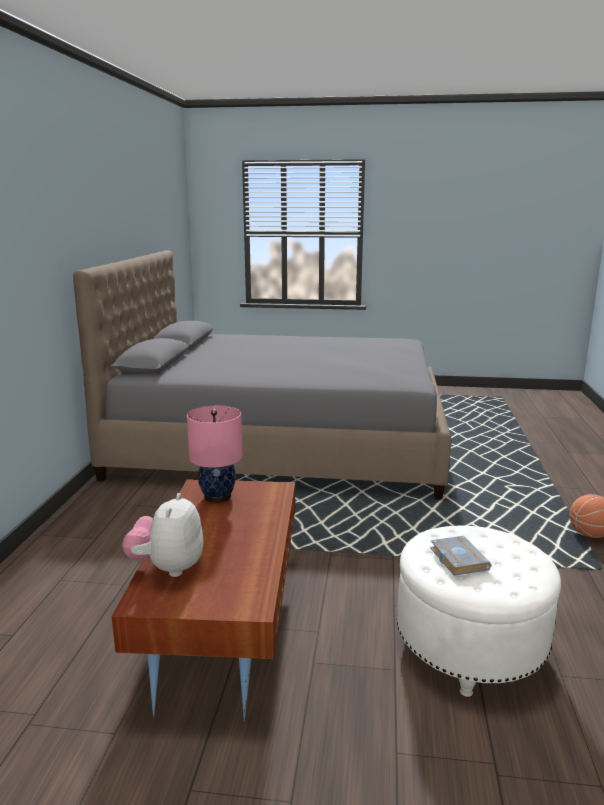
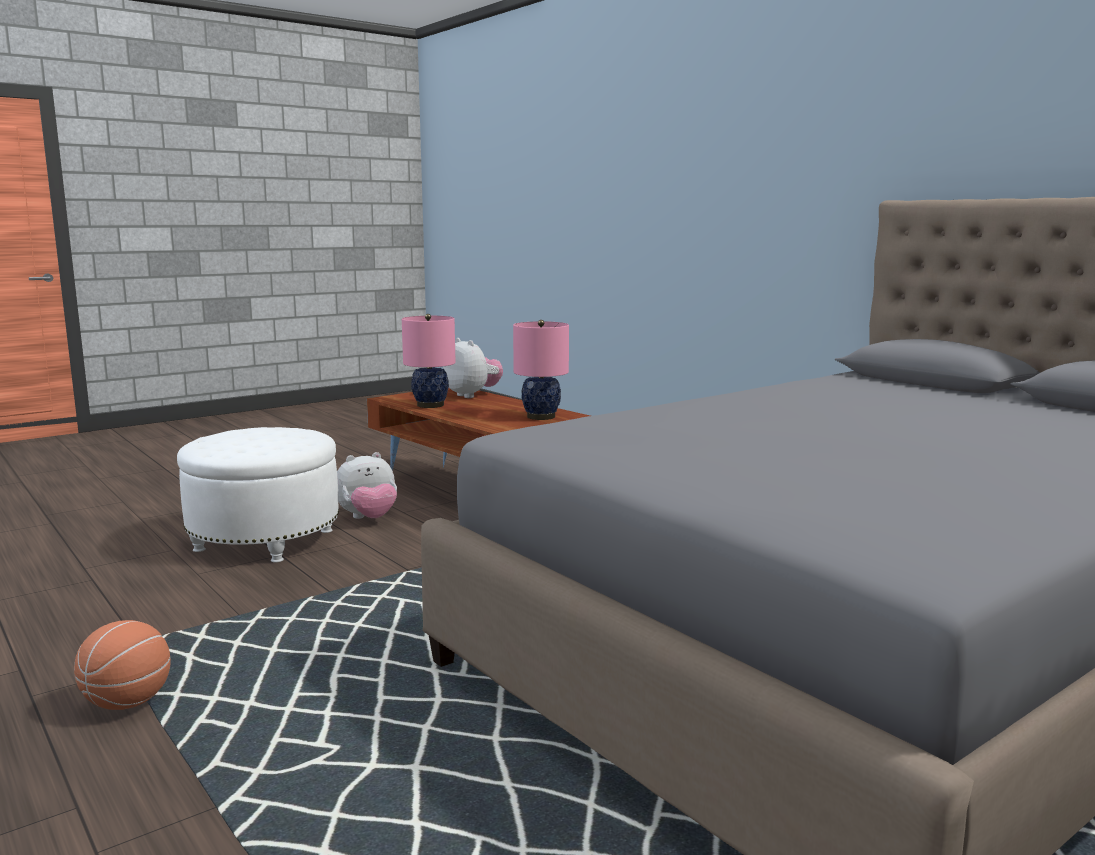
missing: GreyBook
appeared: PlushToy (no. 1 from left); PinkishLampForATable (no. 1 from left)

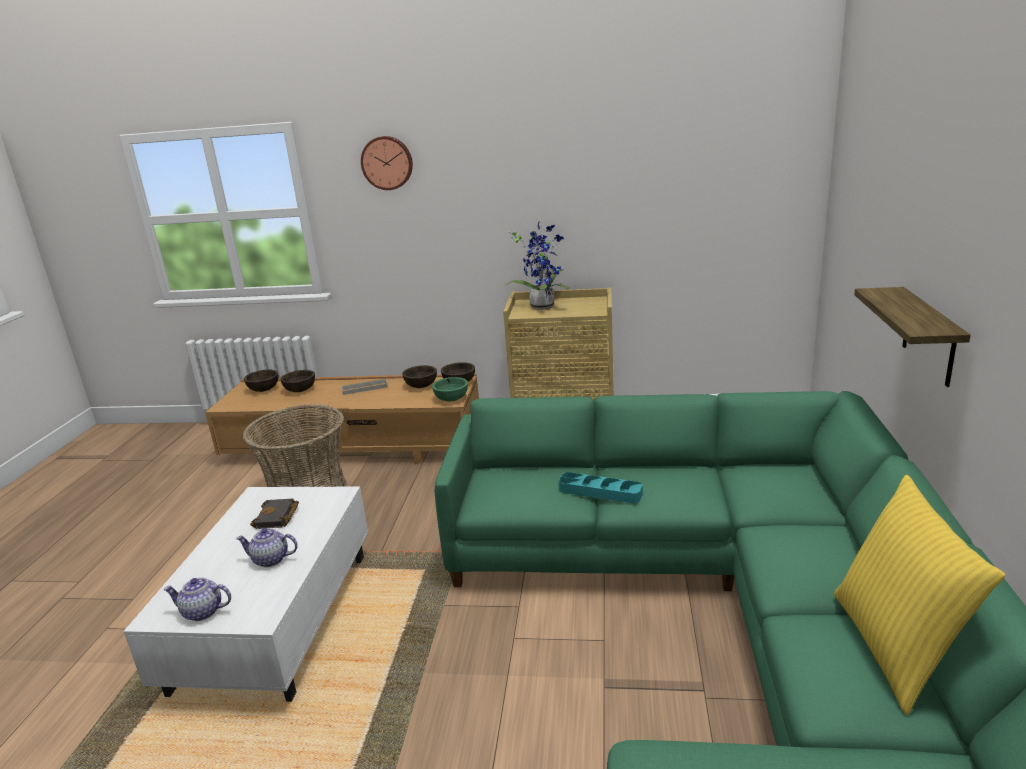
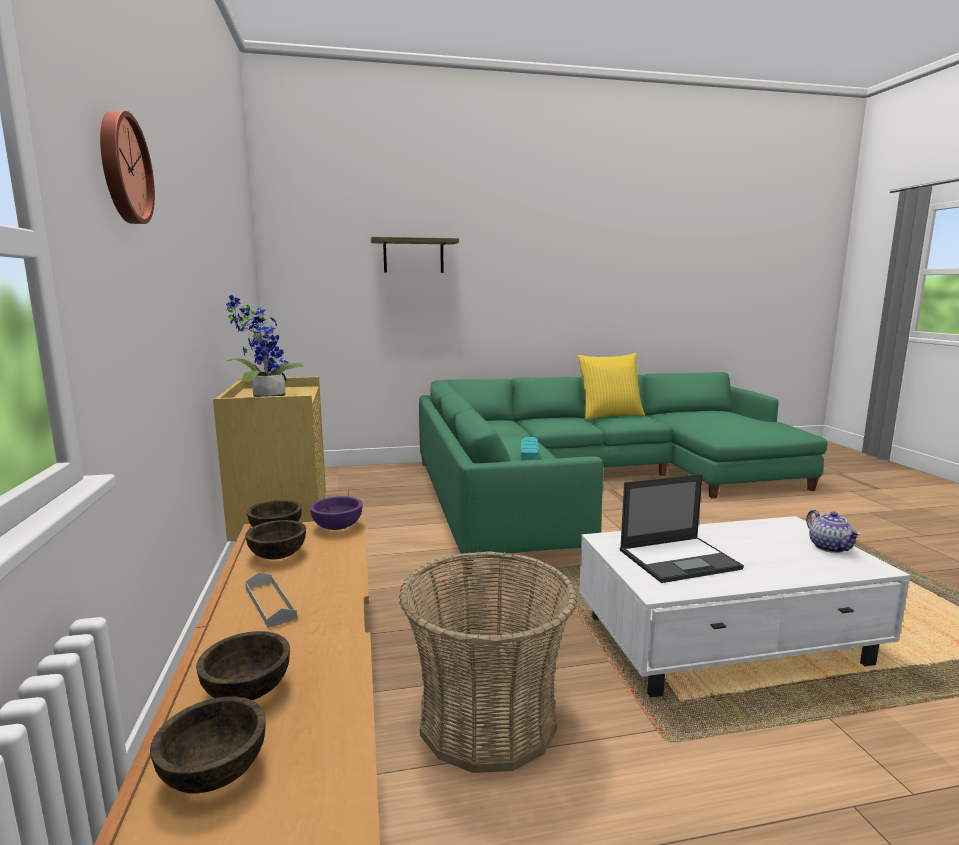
missing: PotForTea (no. 2 from left)
relocated: BracketShelf
exchanged: BlackBook to Laptop
colour: GreenishDeepDish to PurpleDeepDish

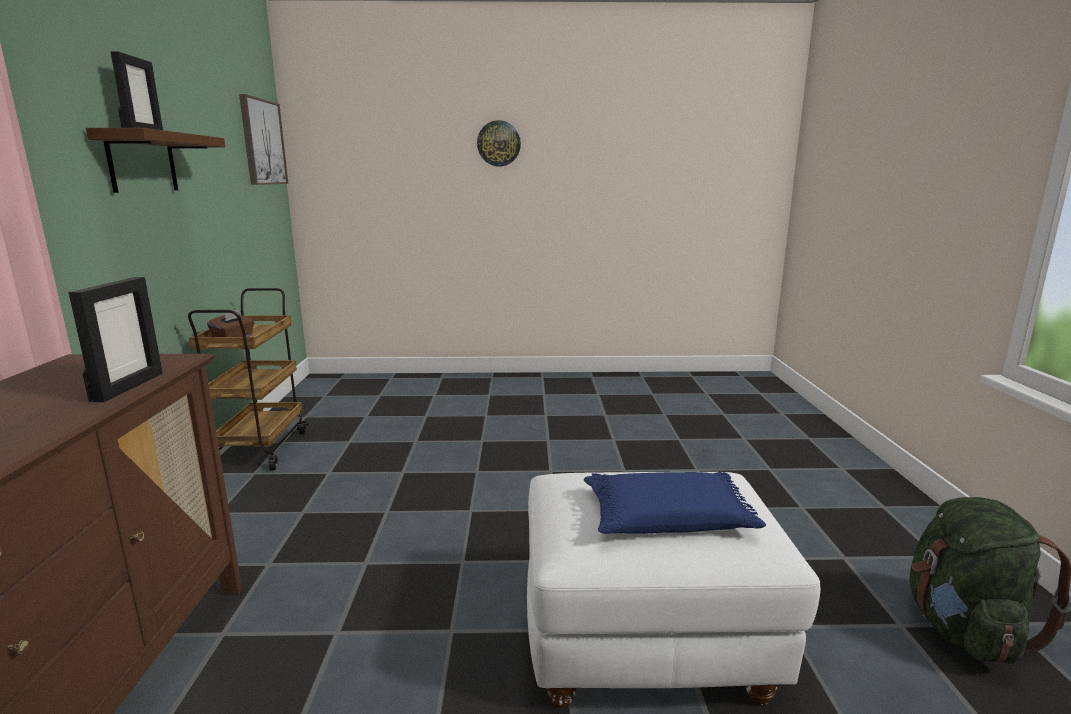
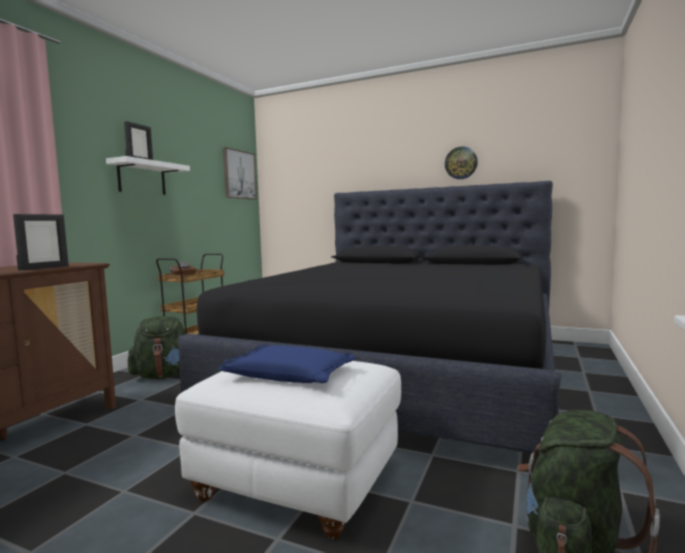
appeared: GreenishRucksack (no. 1 from left); BlackSleepingBed
relocated: ClockOnTheWall
colour: BrownBracketShelf to WhitishBracketShelf

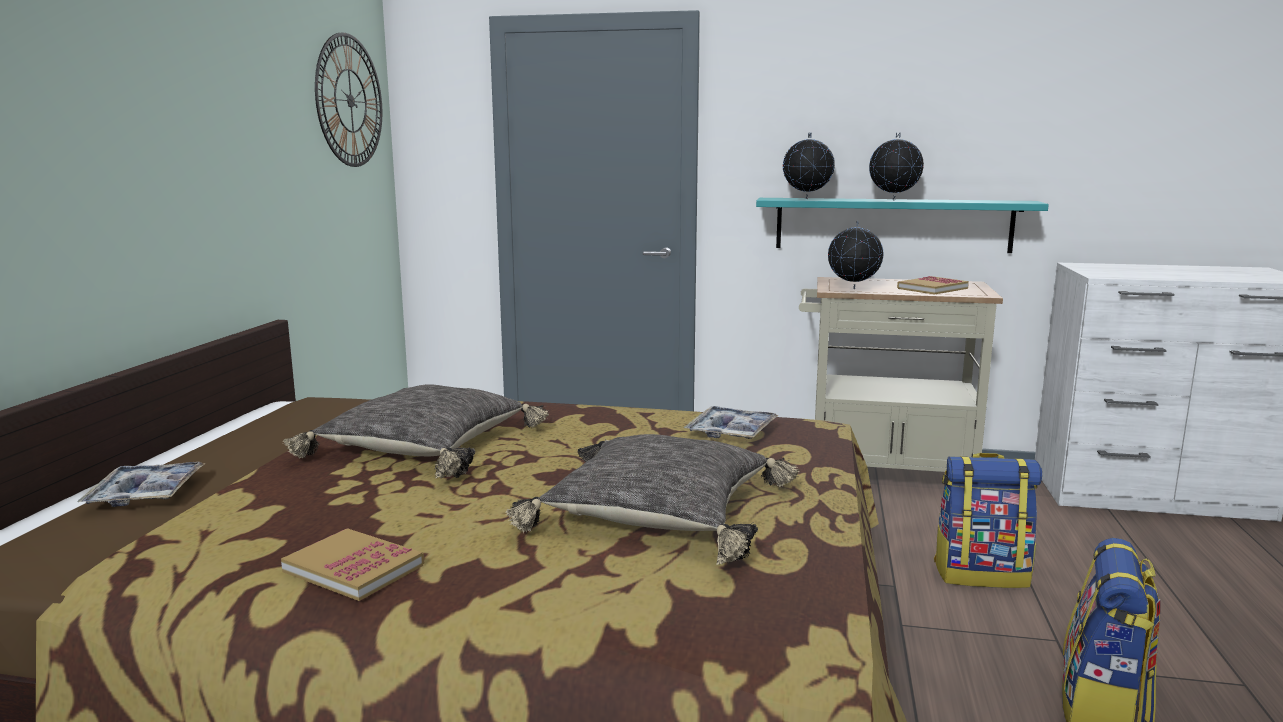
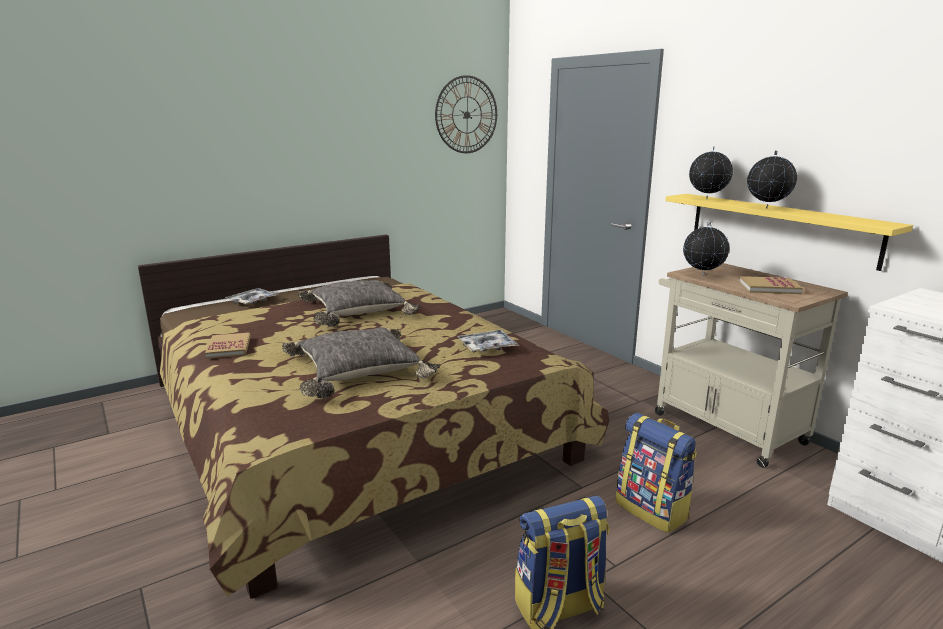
colour: TurquoiseColouredBracketShelf to YellowBracketShelf

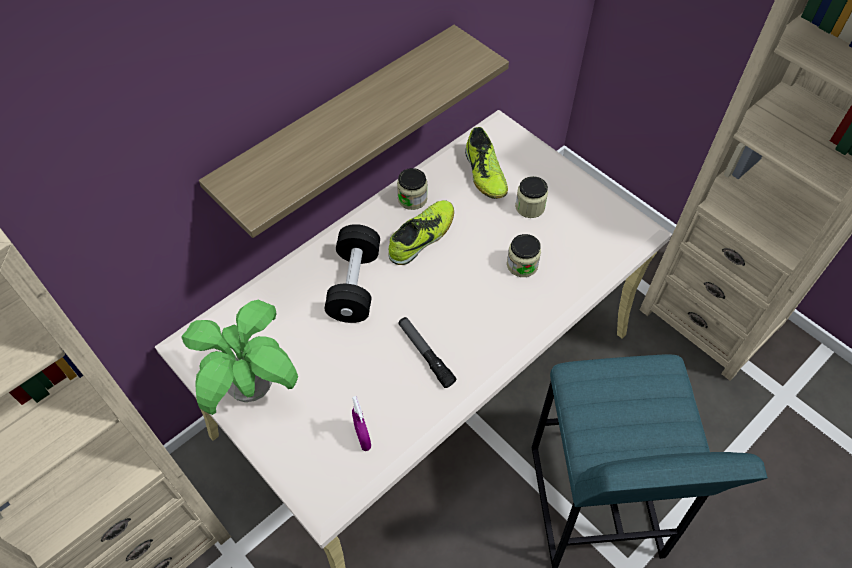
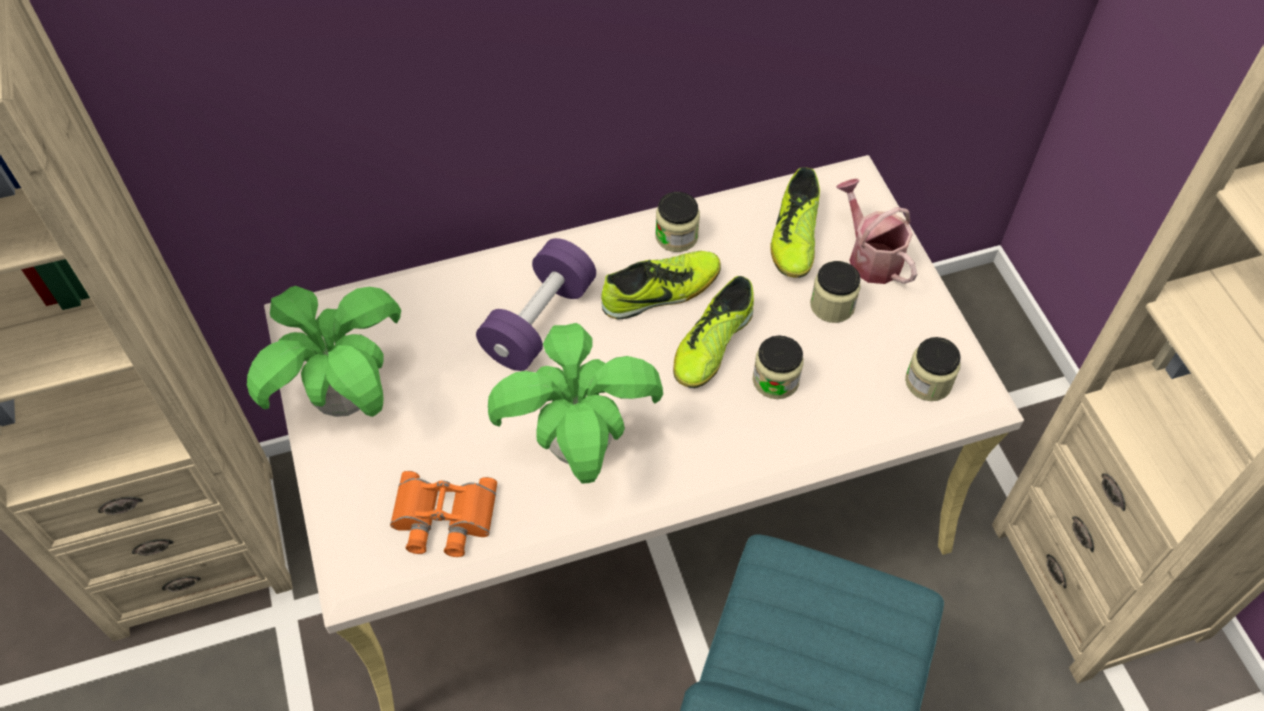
missing: BracketShelf
appeared: Shoe (no. 2 from left); WateringPot; StorageJar (no. 4 from left)
exchanged: PurpleHandSprayer to OrangeyFieldGlasses; HandTorch to PlantInAPot (no. 2 from left)
colour: BlackFreeWeight to PurpleFreeWeight

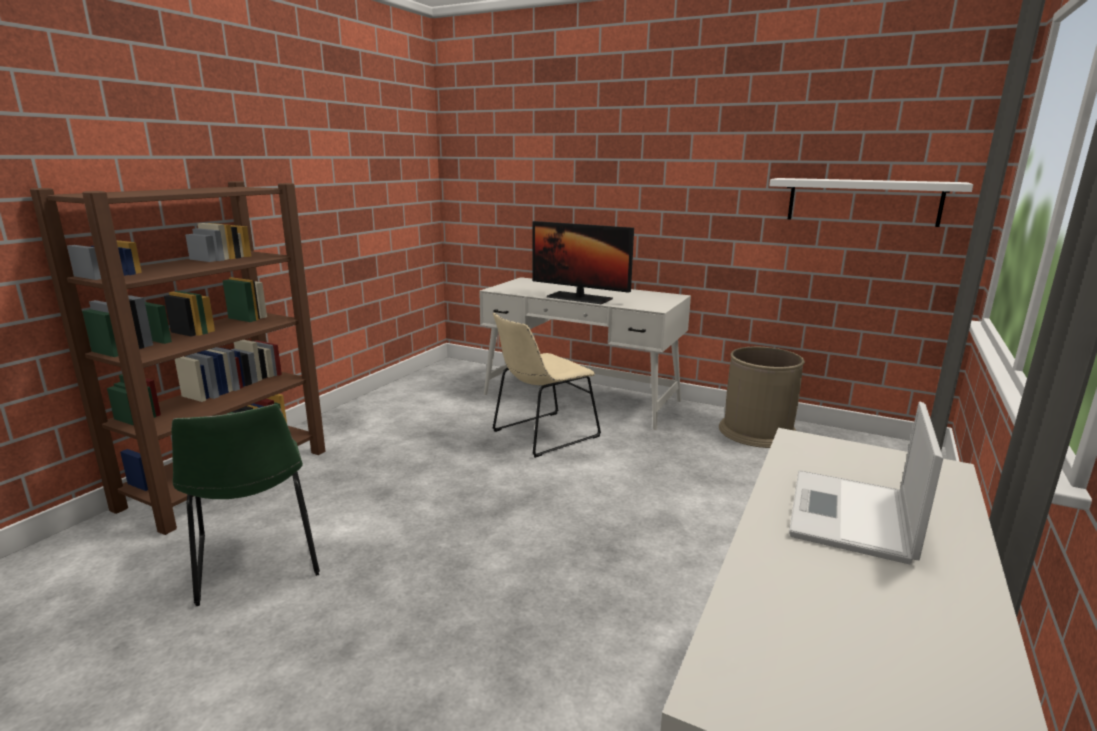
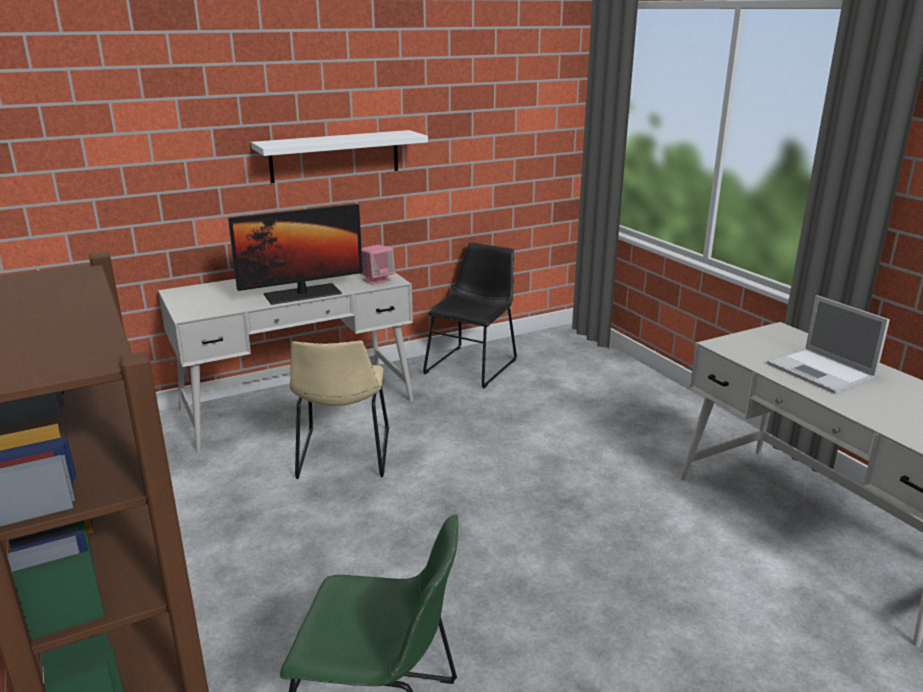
appeared: PinkishSpeaker
relocated: WhitishBracketShelf
exchanged: BrownWasteBin to BlackPlainChair

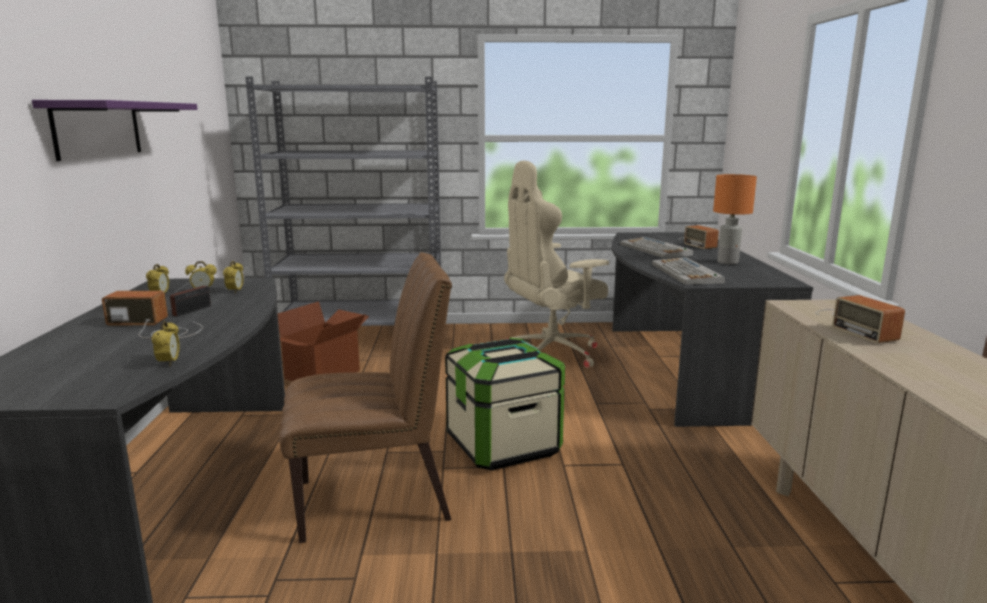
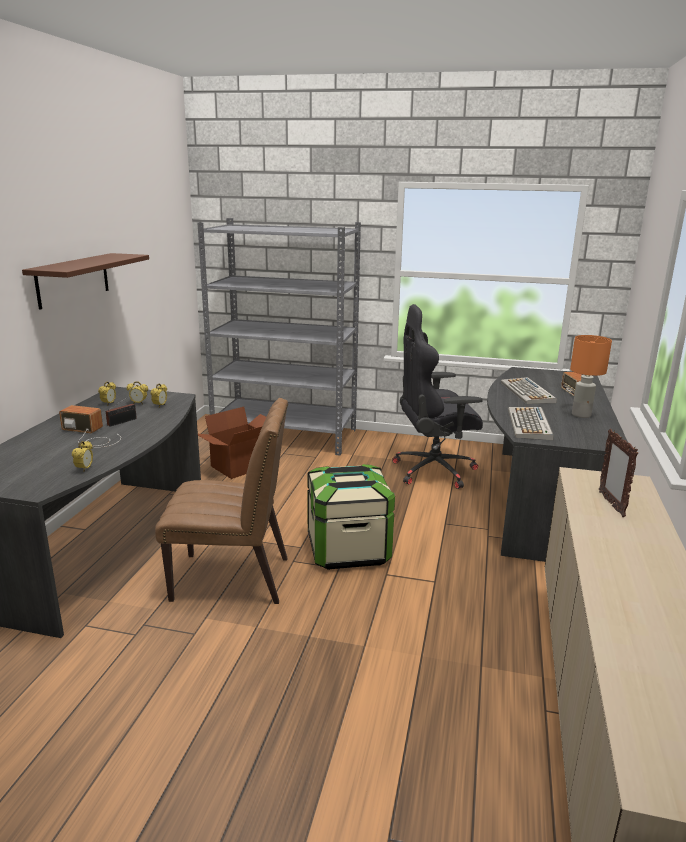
exchanged: RadioSet (no. 4 from left) to StandingFrame
colour: PurpleBracketShelf to BrownBracketShelf; SandColouredOfficeChair to BlackOfficeChair

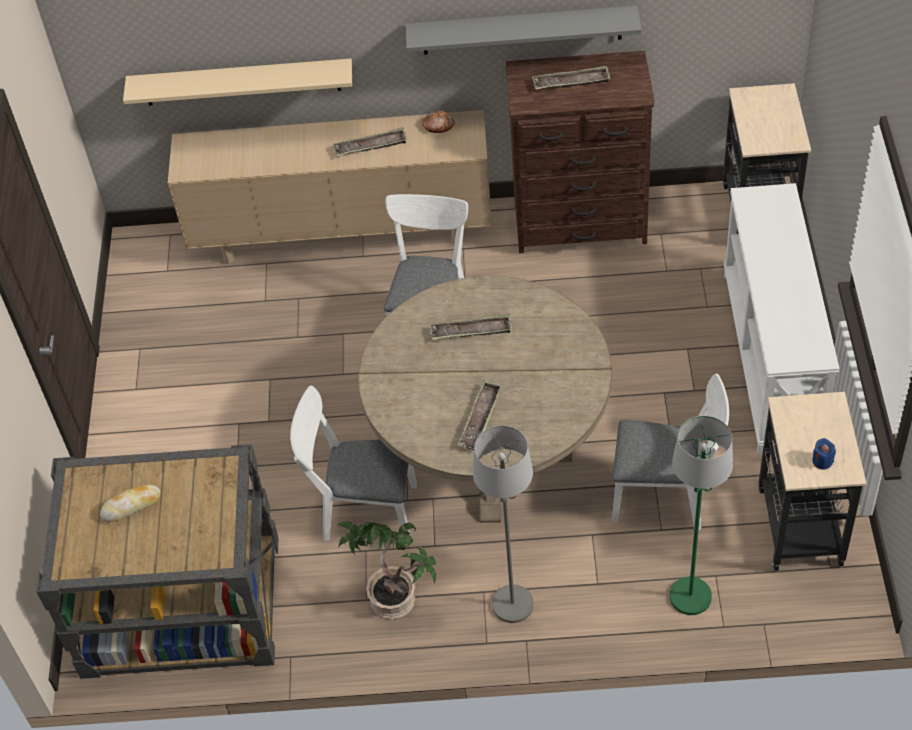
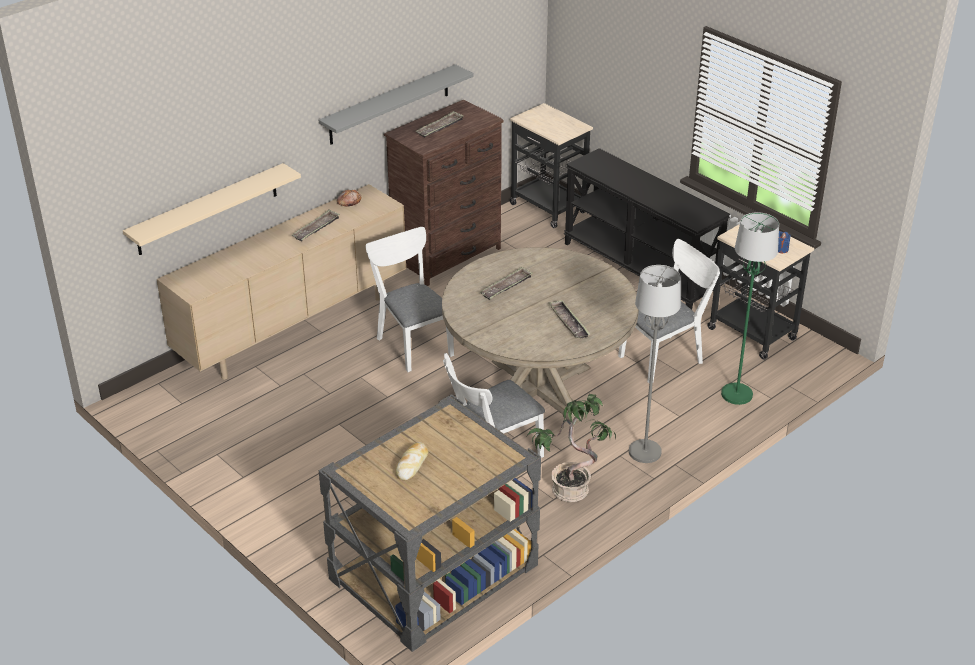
colour: WhitishConsoleTable to BlackConsoleTable

